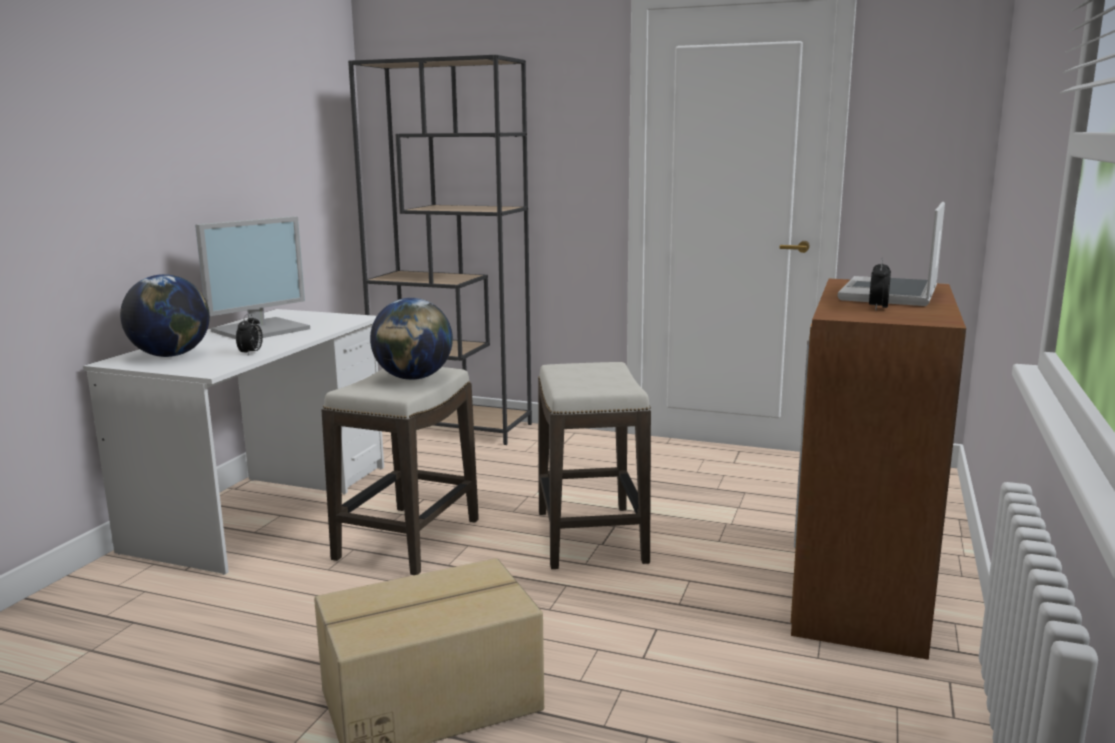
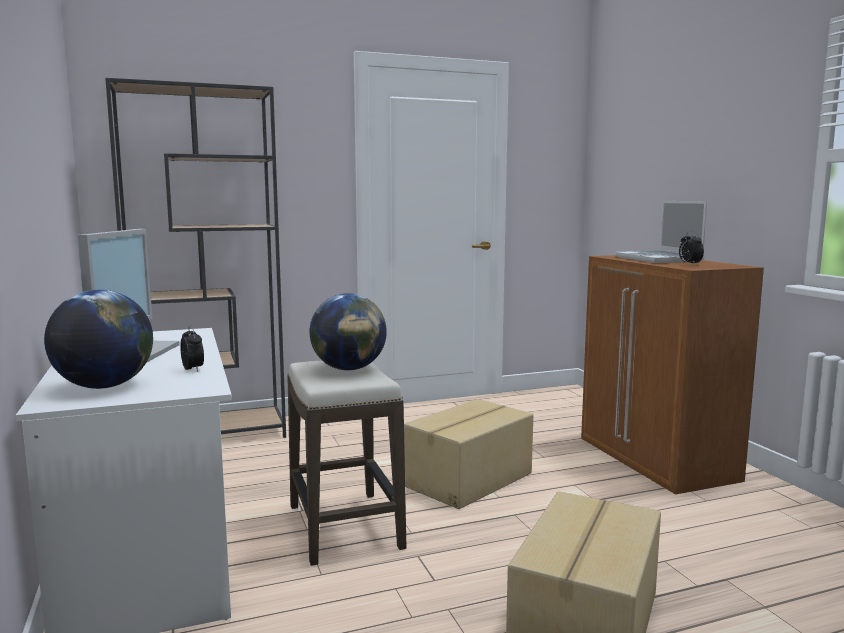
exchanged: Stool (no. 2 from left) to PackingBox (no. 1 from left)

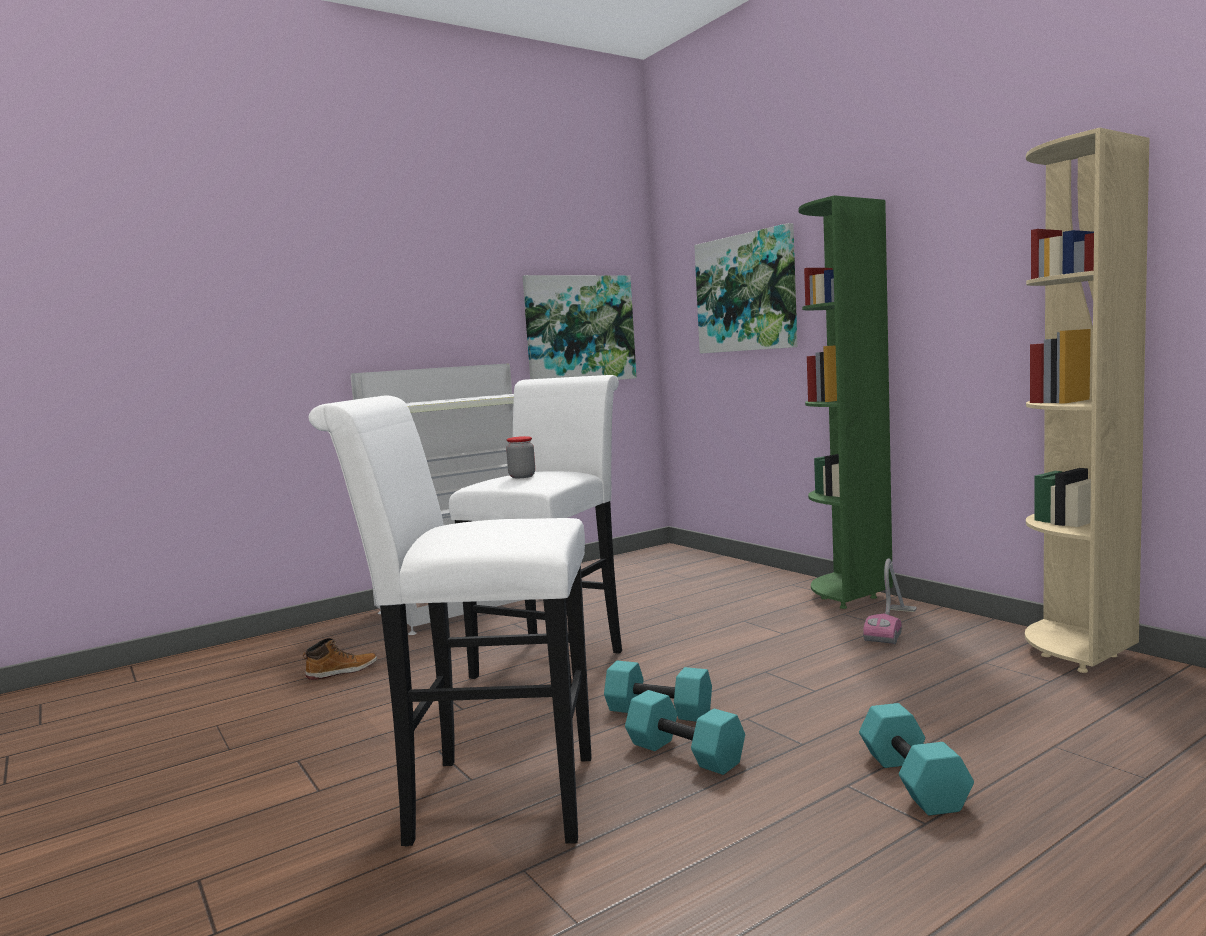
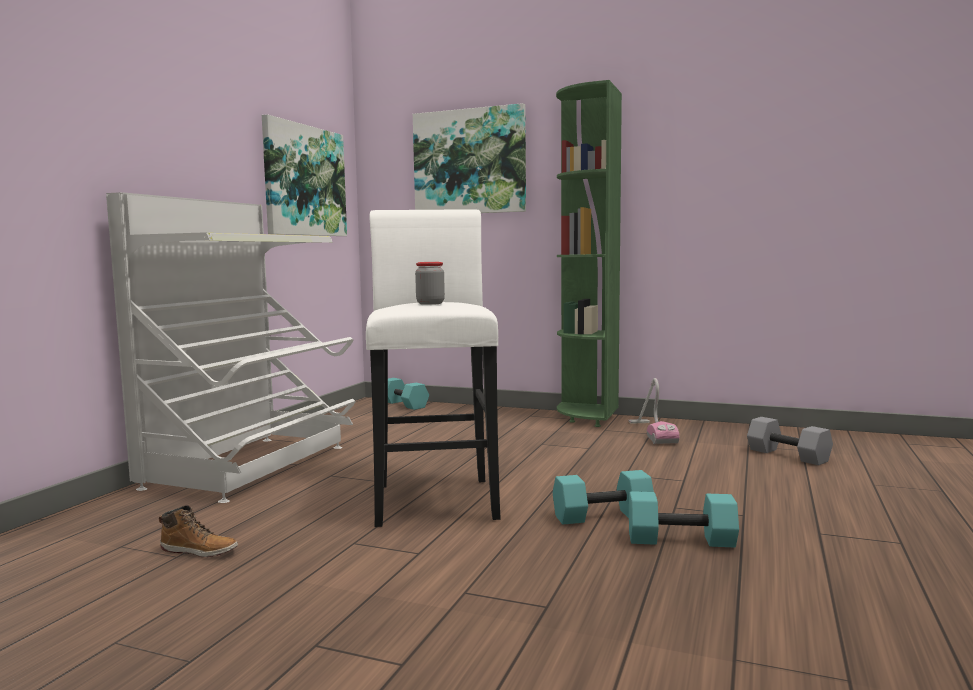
missing: WhitishStool (no. 1 from left); SandColouredBookshelf
appeared: GreyFreeWeight
relocated: TurquoiseColouredFreeWeight (no. 3 from left in the first image) to TurquoiseColouredFreeWeight (no. 1 from left)
spun: TallBoot 75 degrees clockwise

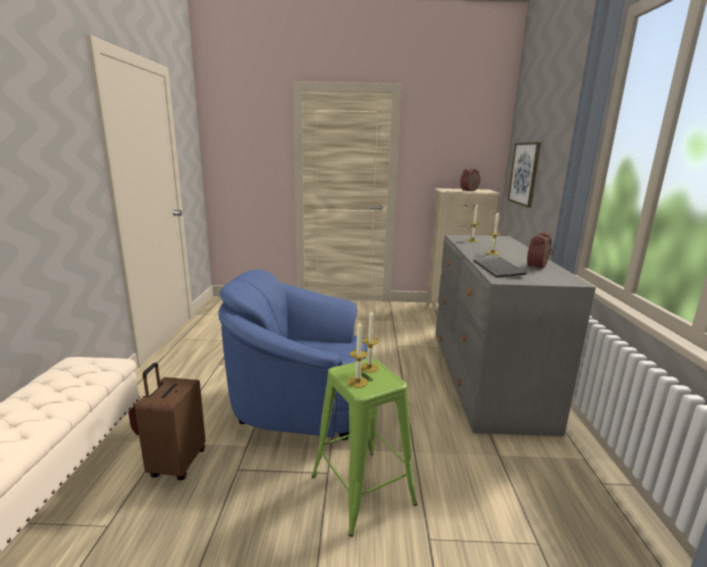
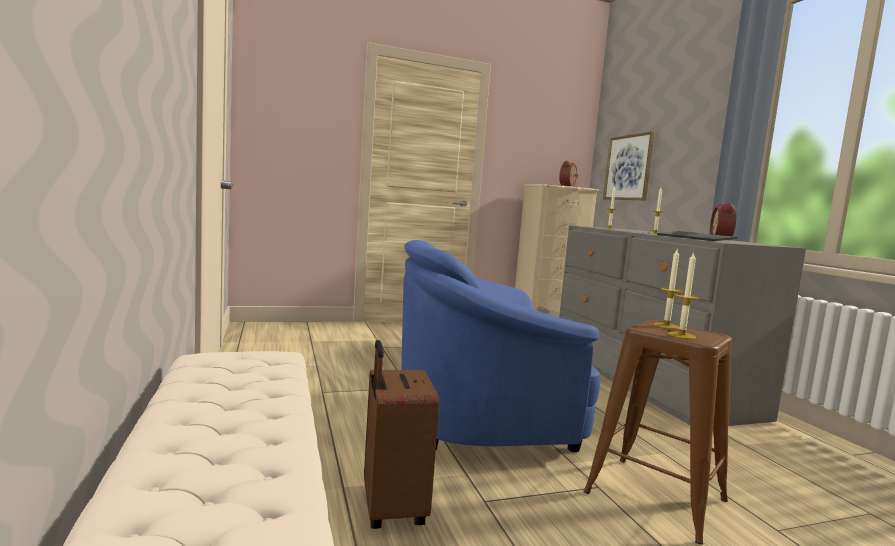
colour: GreenishStool to BrownStool

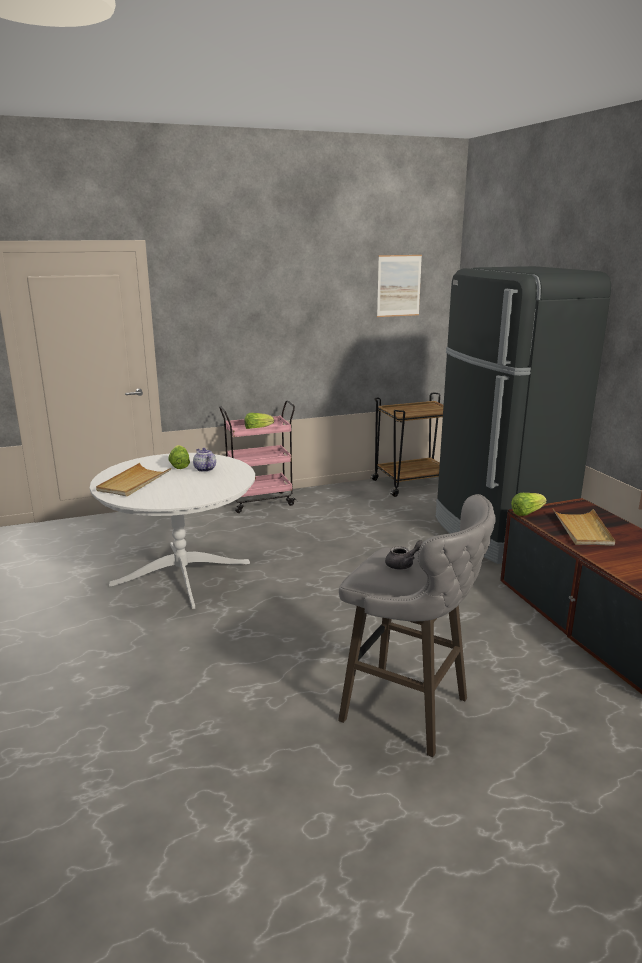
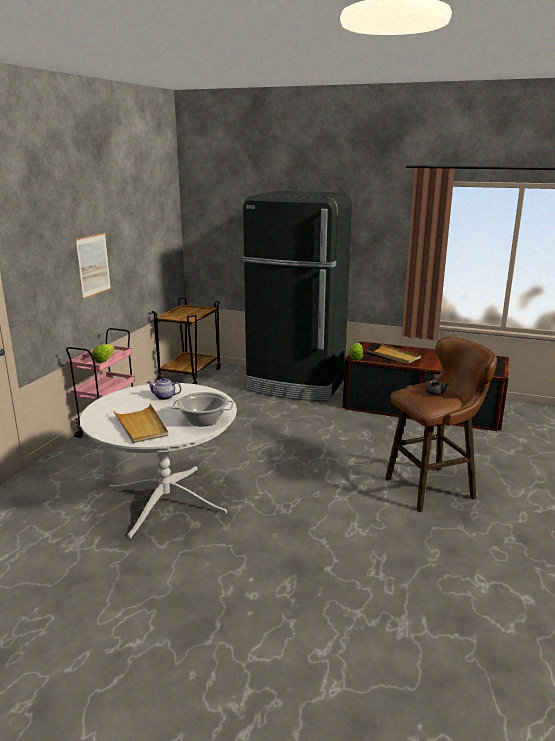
missing: HeadOfLettuce (no. 1 from left)
appeared: Saucepot
relocated: WallPicture
colour: GreyStool to BrownStool

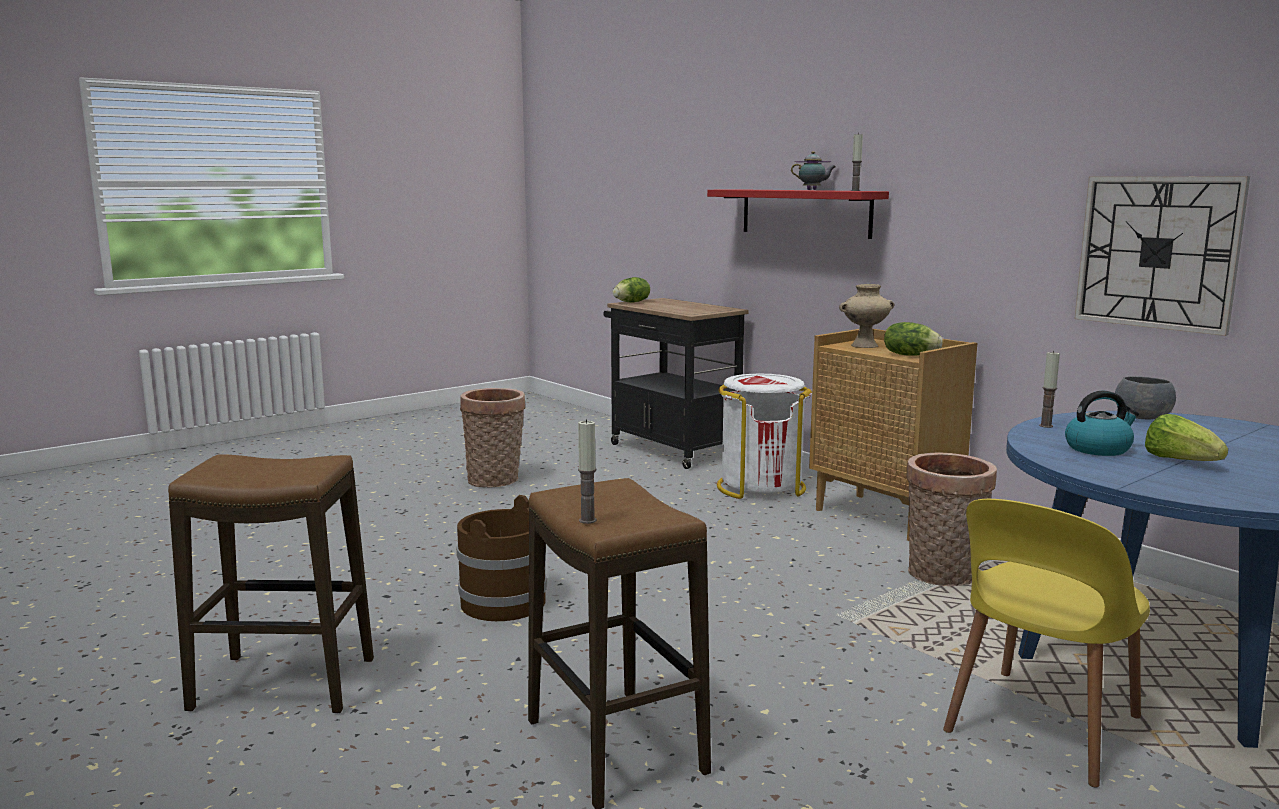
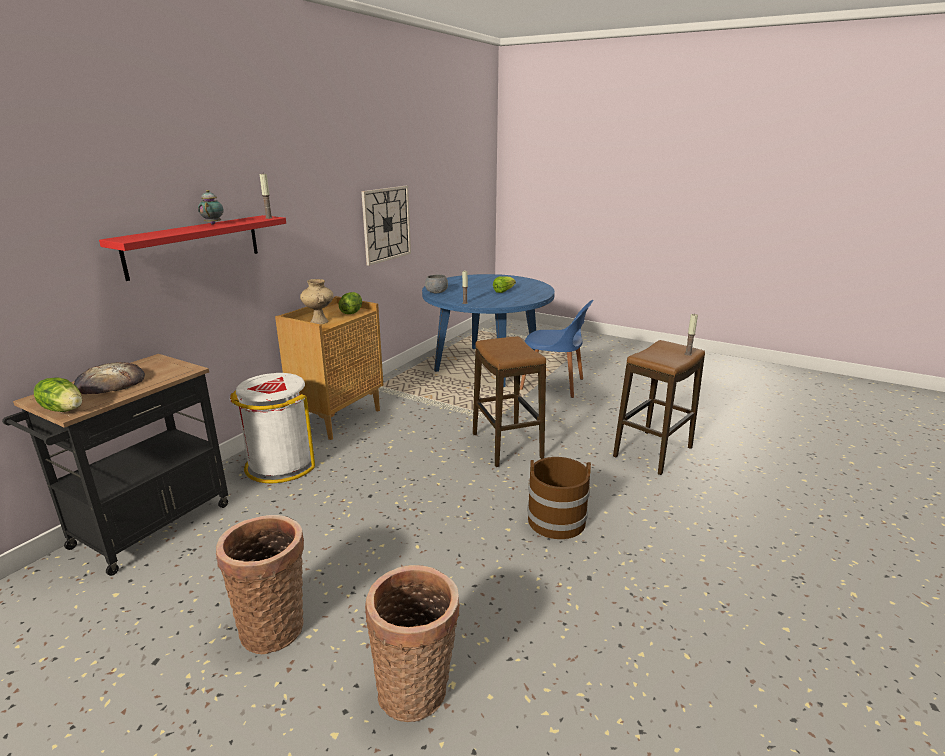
missing: WaterKettle
appeared: BakeryBread
relocated: Stool (no. 1 from left); StorageBasket (no. 2 from left)
colour: YellowPlainChair to BluishPlainChair

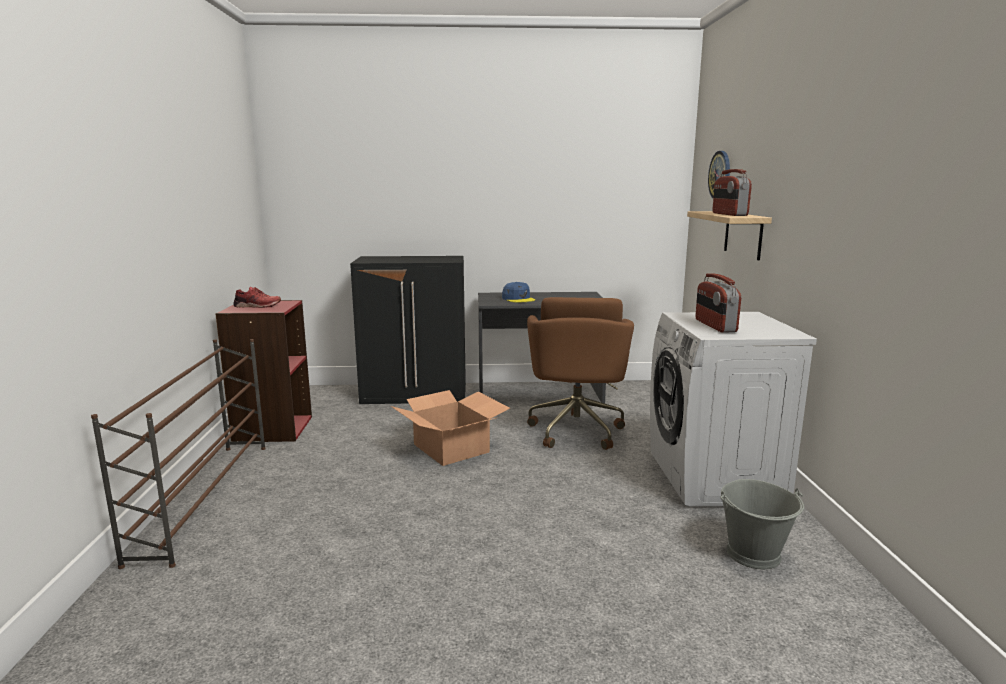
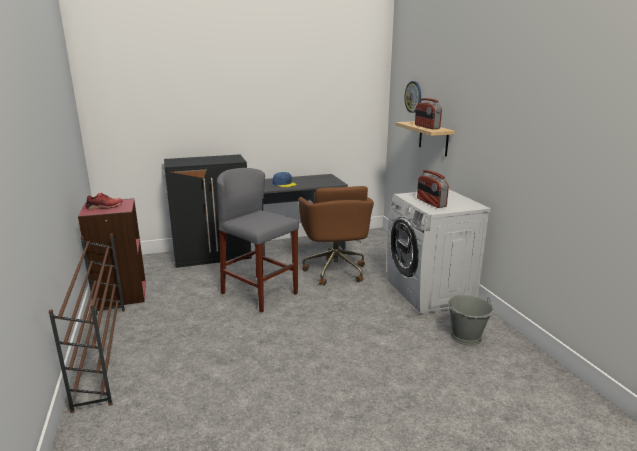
exchanged: PackingBox to GreyStool

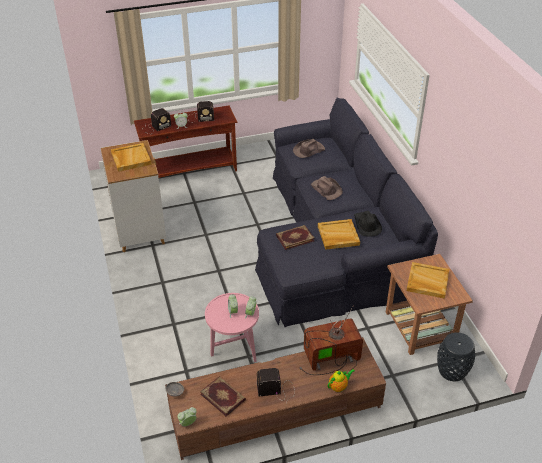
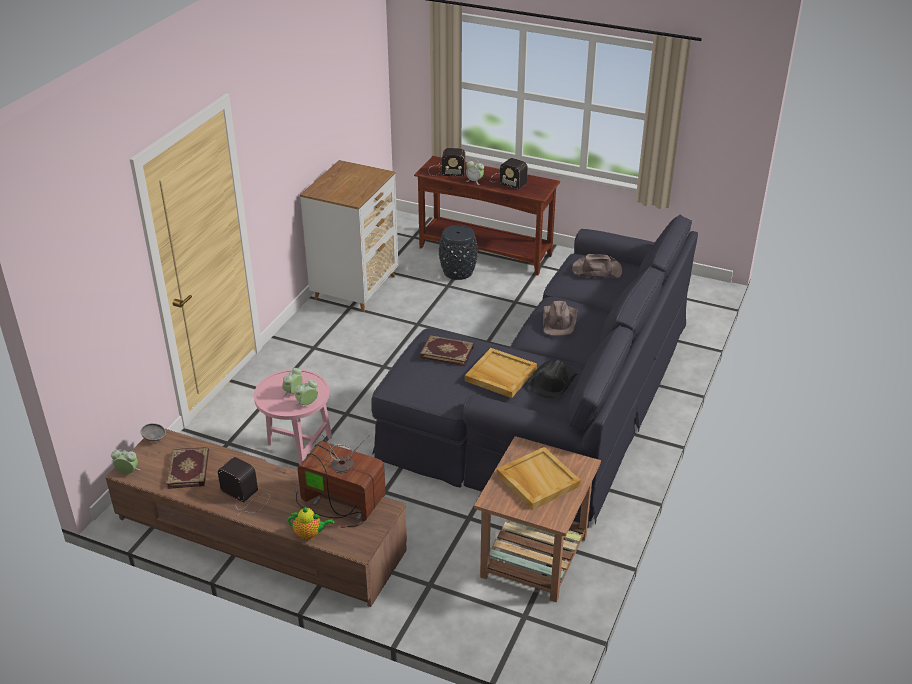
missing: SandColouredTray (no. 1 from left)
relocated: BlackStool

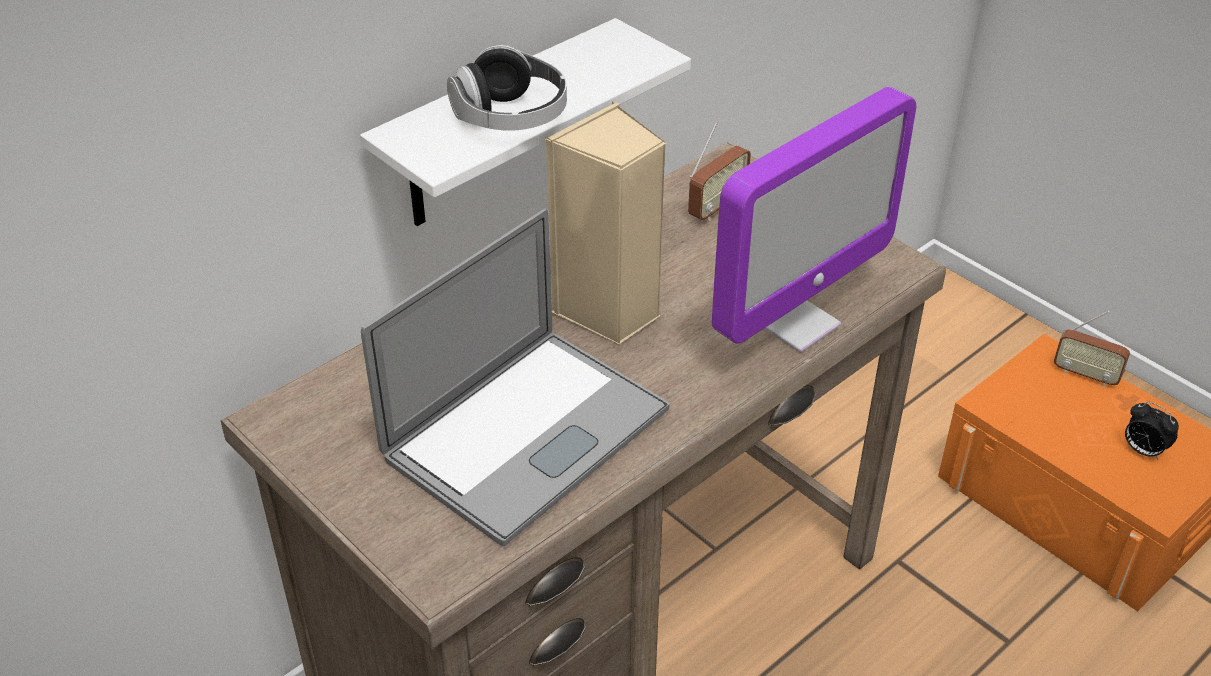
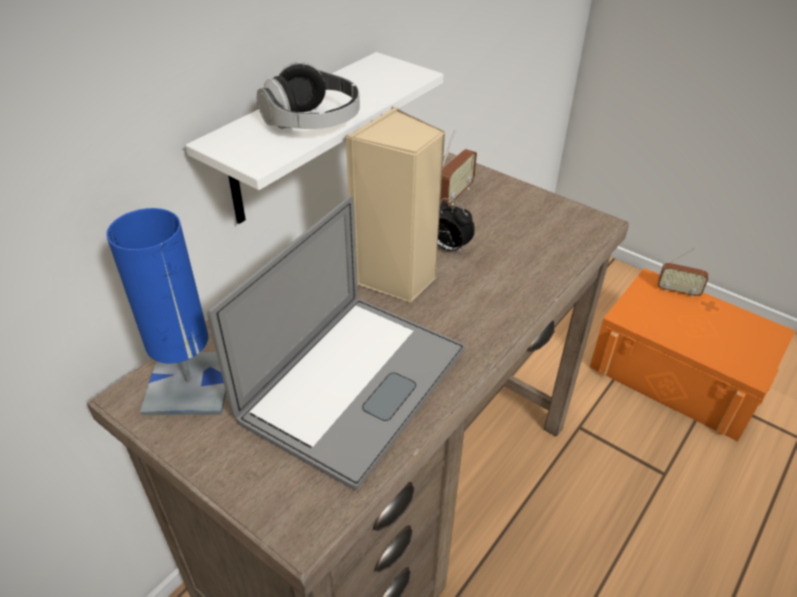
missing: ComputerDisplay
appeared: BluishLampForATable
relocated: BedsideClock

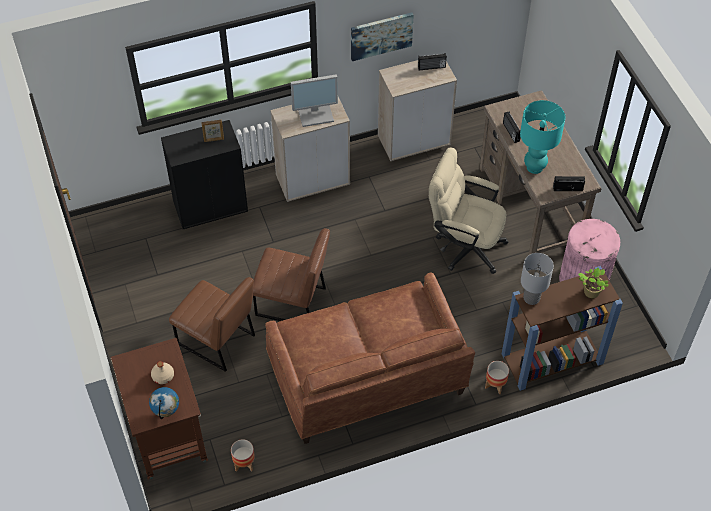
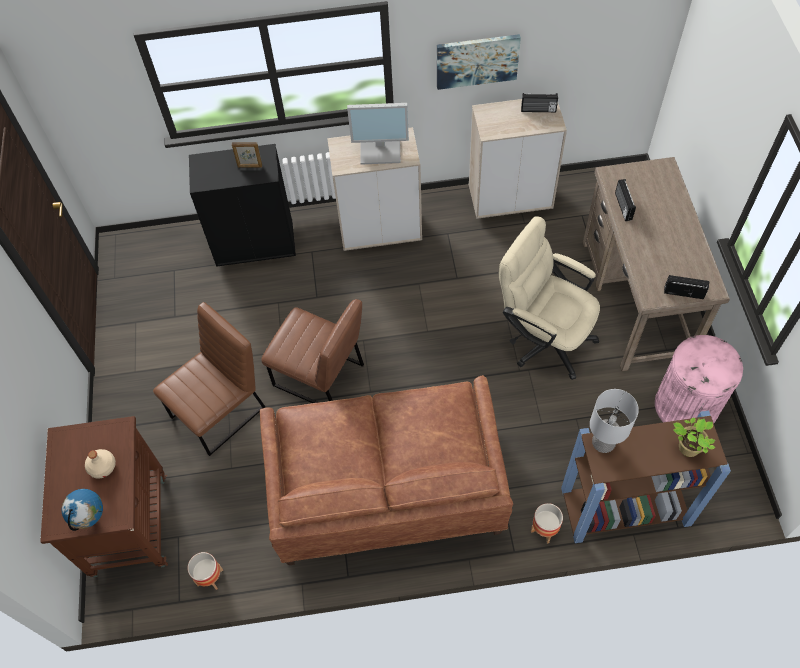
missing: TurquoiseColouredLampForATable
spun: BrownPlainChair (no. 1 from left) 90 degrees counterclockwise

